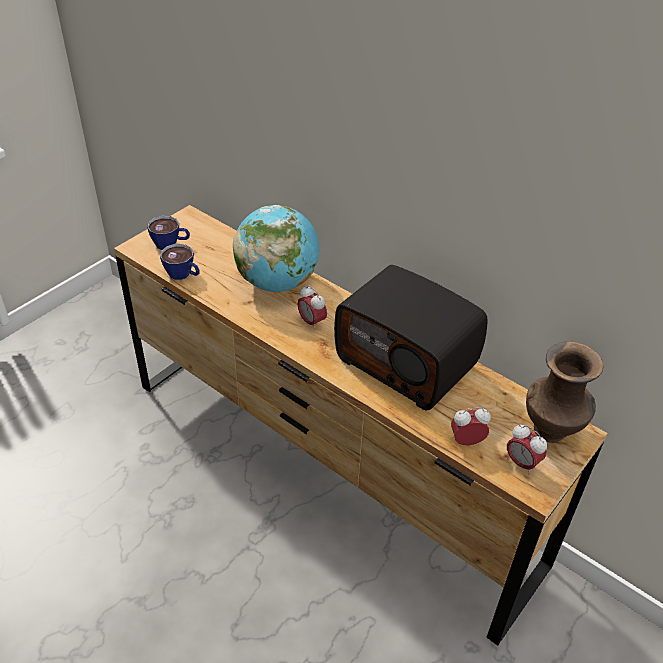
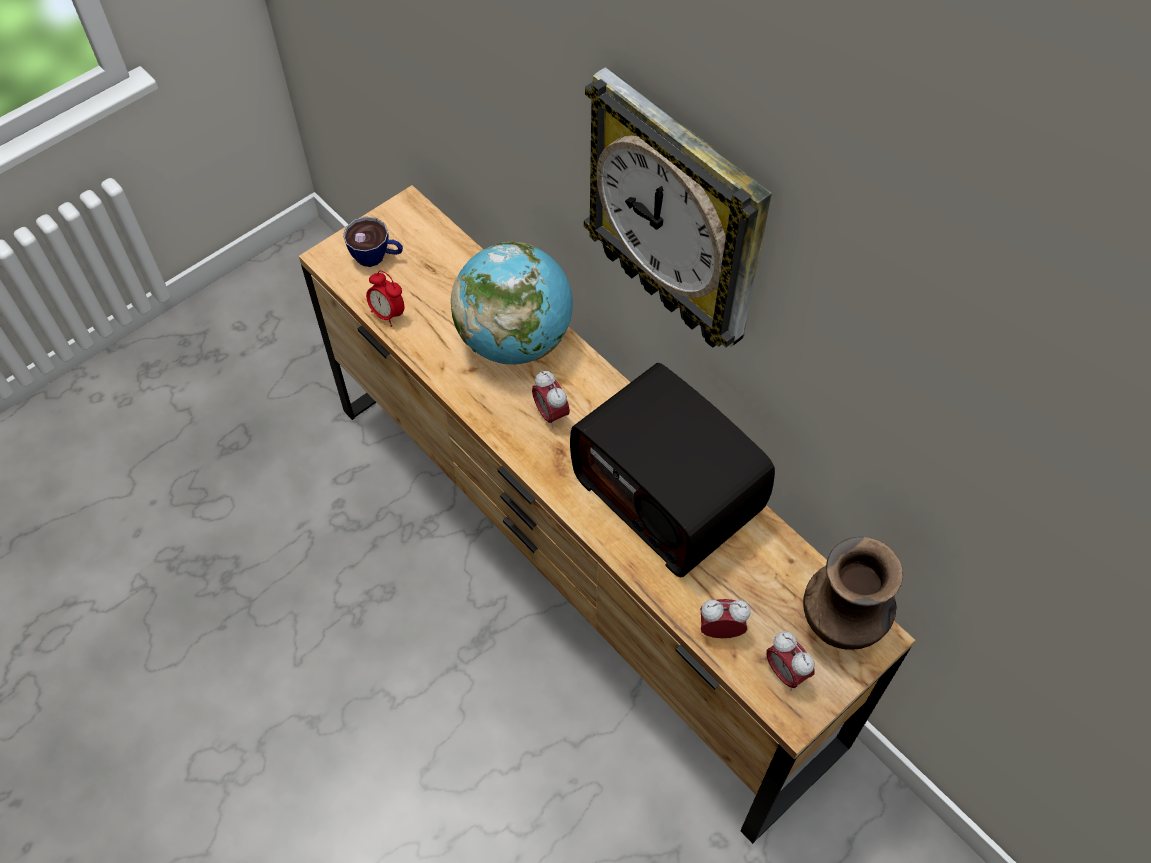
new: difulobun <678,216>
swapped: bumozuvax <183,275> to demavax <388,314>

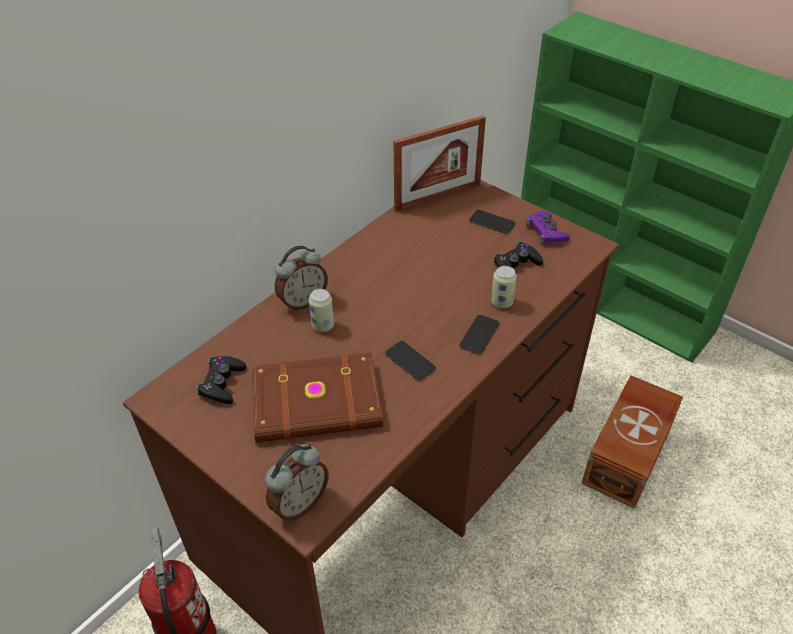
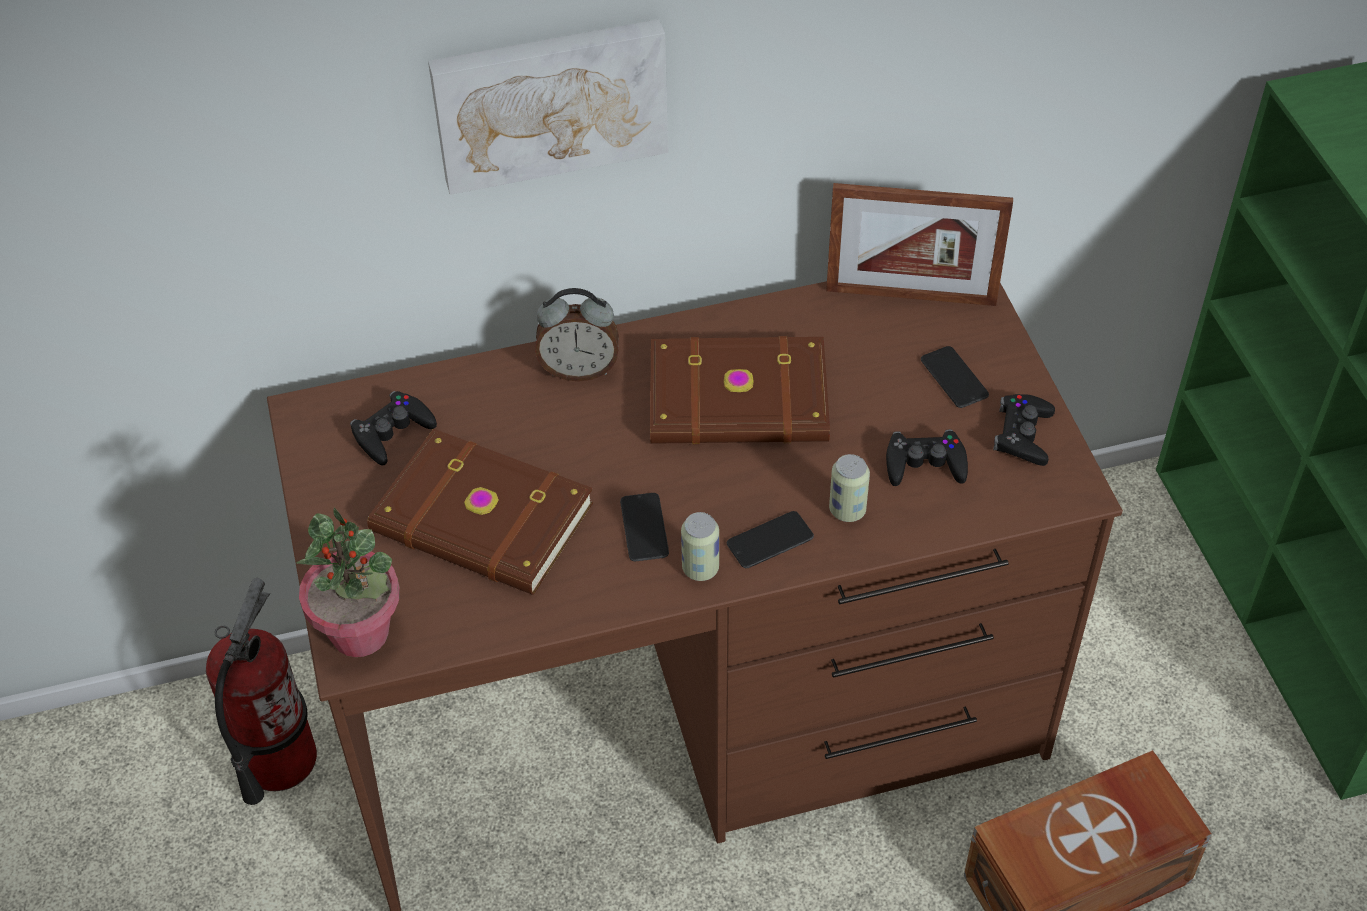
new: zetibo <550,101>; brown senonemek <739,401>
shifted: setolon <323,325> to <700,568>
swapped: demavax <299,503> to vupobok <360,633>
repainted: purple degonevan <546,232> to black degonevan <1023,435>

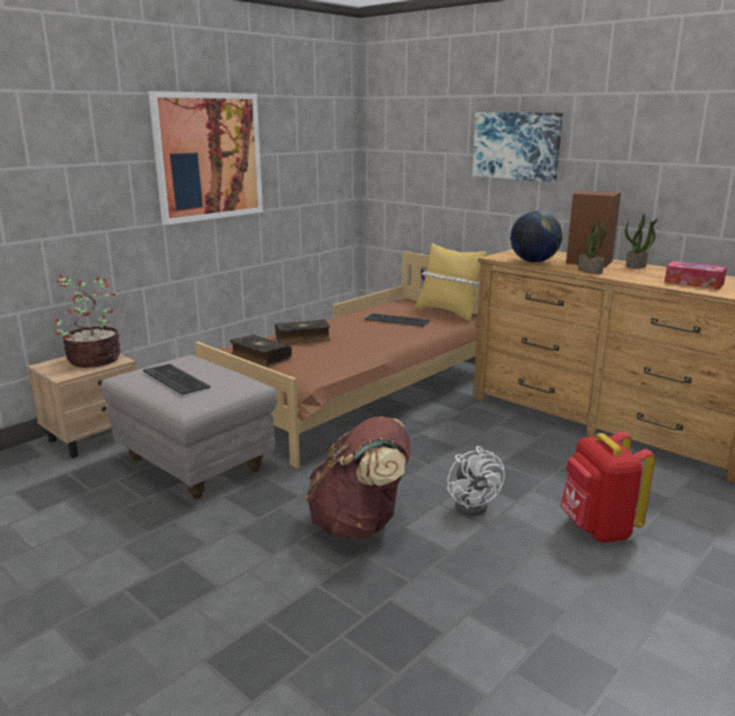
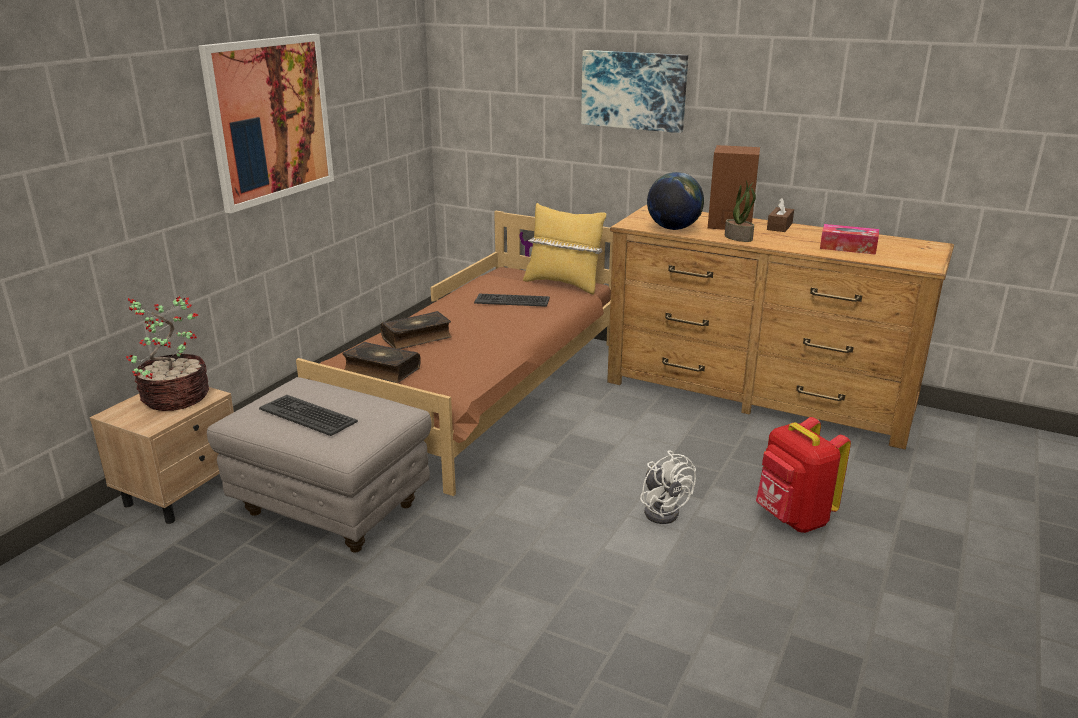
gone: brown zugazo <360,524>
swapped: vupobok <636,266> to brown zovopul <779,226>

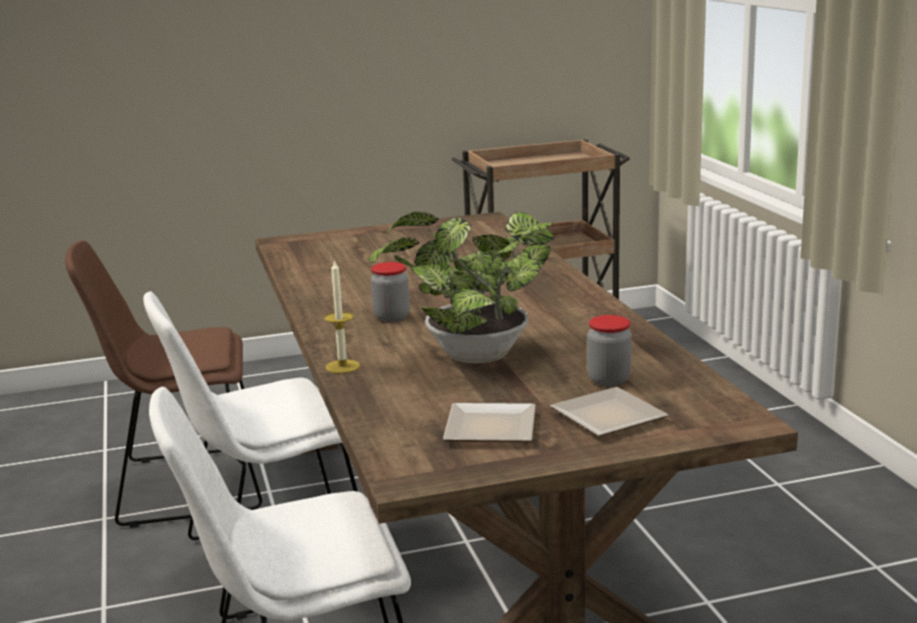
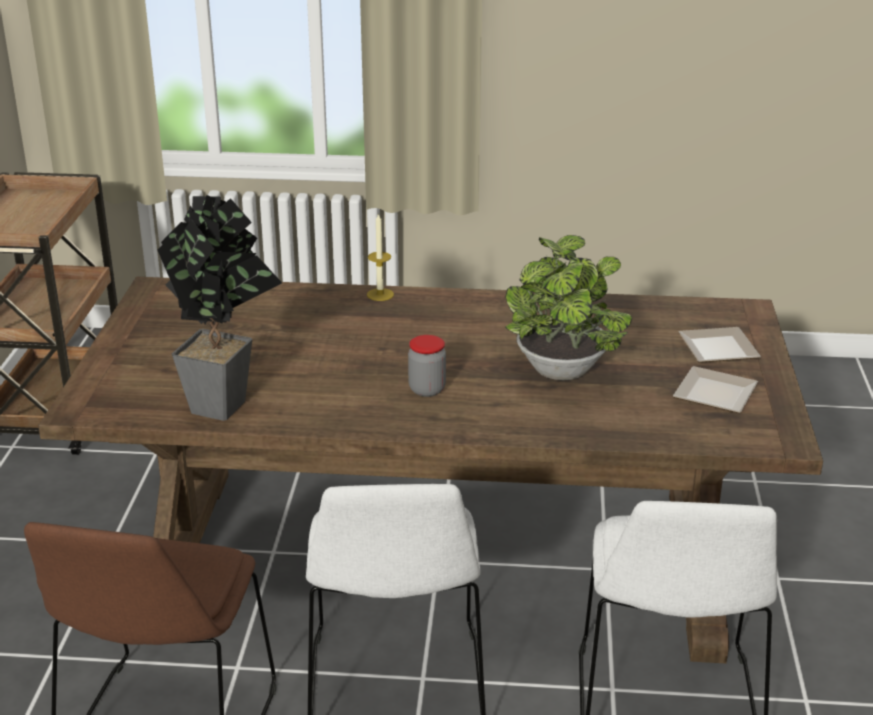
gone: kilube <609,380>
new: vupobok <227,403>
shifted: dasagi <342,366> to <380,294>

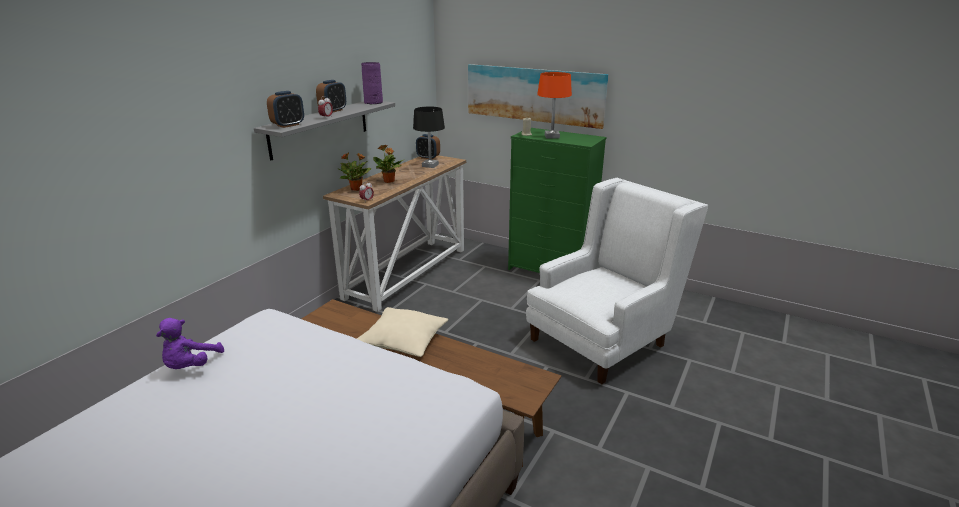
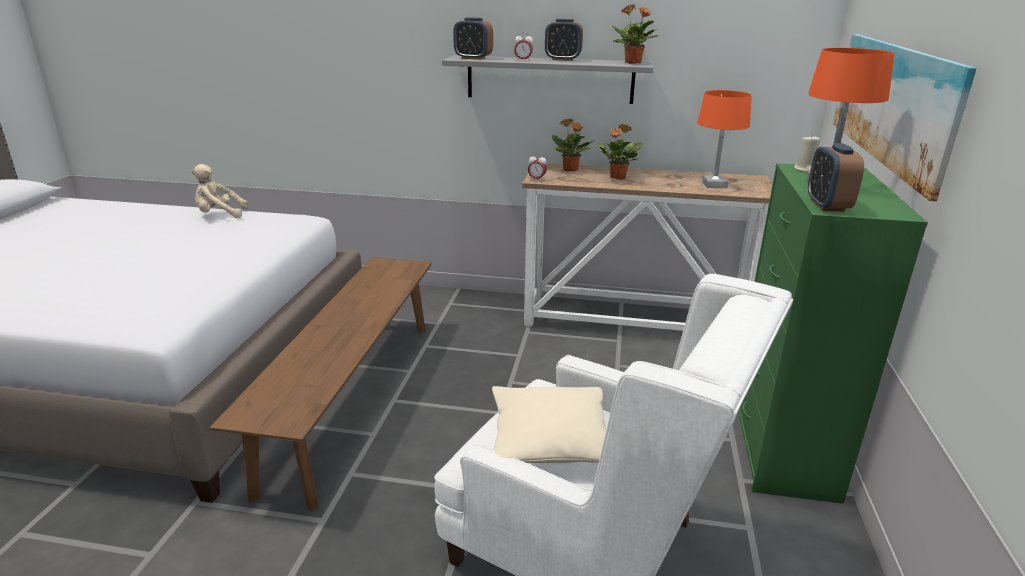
shifted: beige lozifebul <403,341> to <550,440>; demavax <428,157> to <827,206>
swapped: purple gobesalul <373,102> to vupobok <633,63>
repainted: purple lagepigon <191,366> to beige lagepigon <219,215>; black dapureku <430,165> to orange dapureku <714,185>

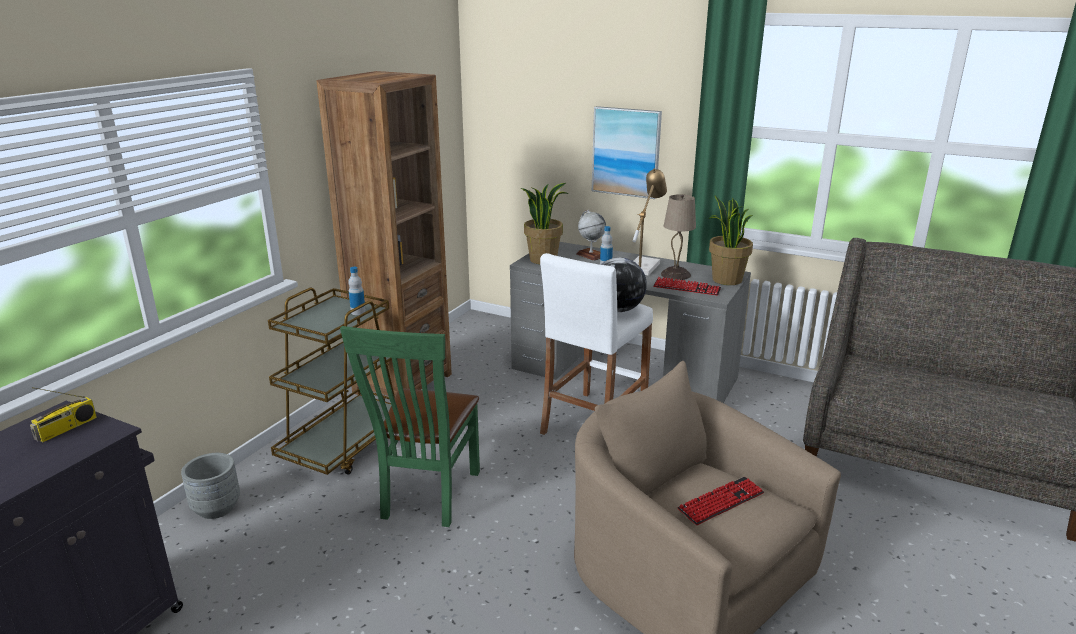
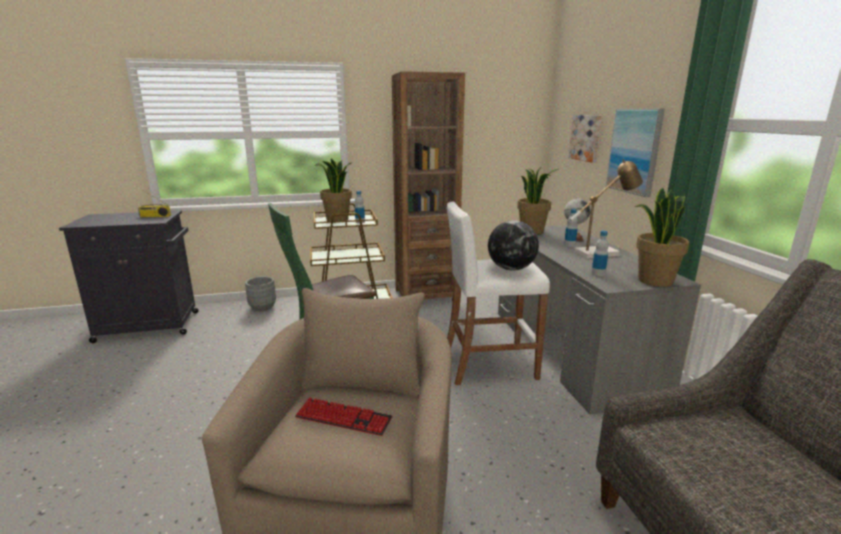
gone: beige dapureku <675,274>
new: vupobok <337,220>; zetibo <586,137>
swapped: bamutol <686,288> to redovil <598,273>

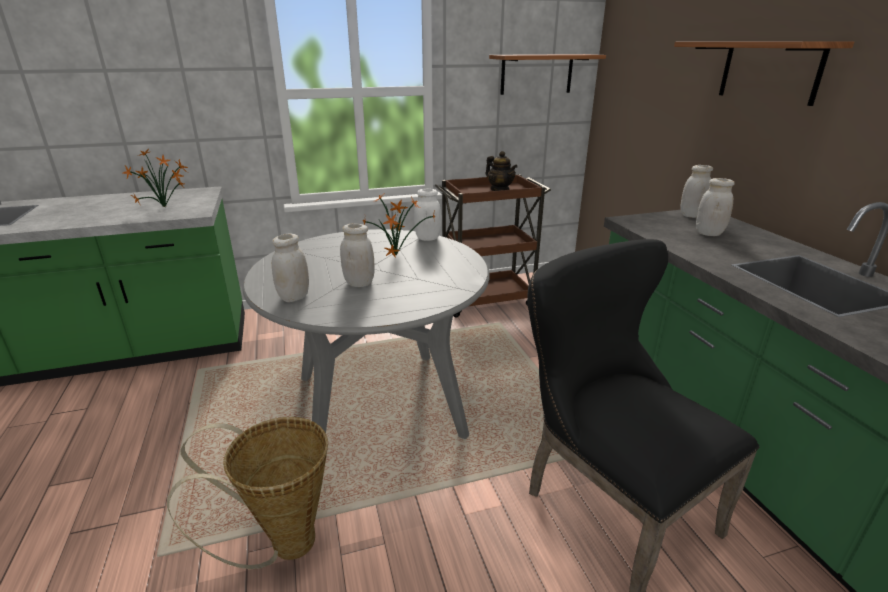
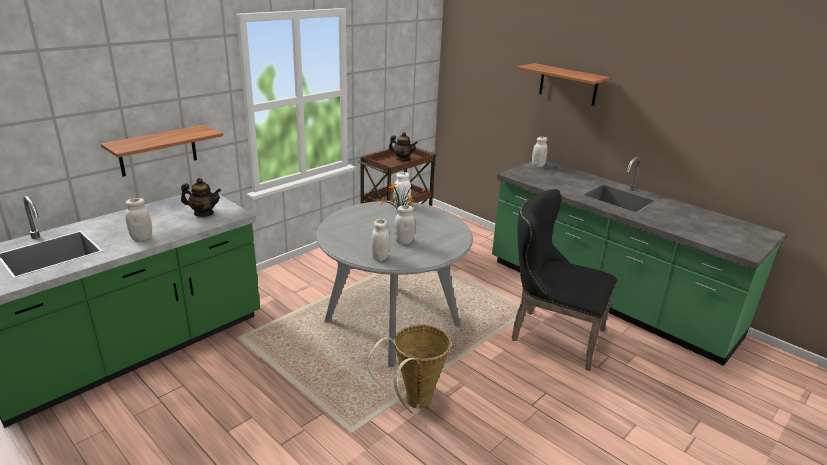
shifted: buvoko <536,74> to <158,150>; white kilube <709,233> to <141,238>
swapped: vupobok <166,207> to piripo <203,213>

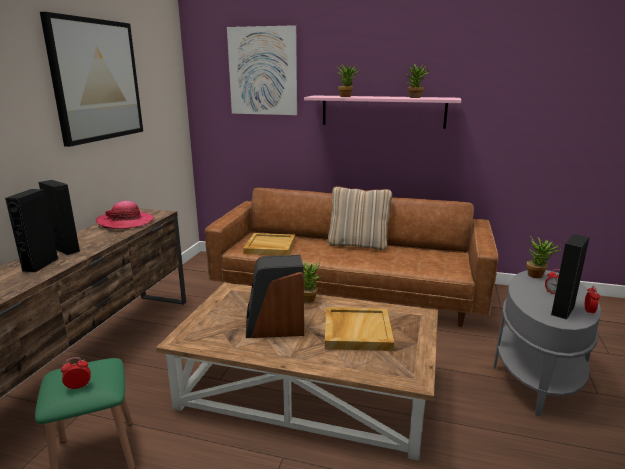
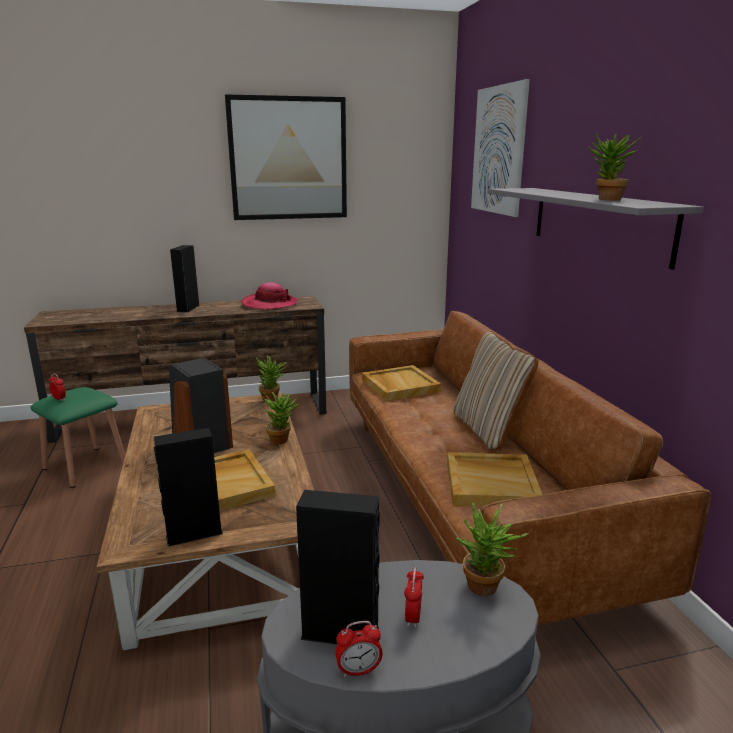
new: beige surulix <492,483>
shifted: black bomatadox <40,265> to <194,534>; vupobok <346,96> to <273,399>
repainted: pink buvoko <383,111> to grey buvoko <598,222>

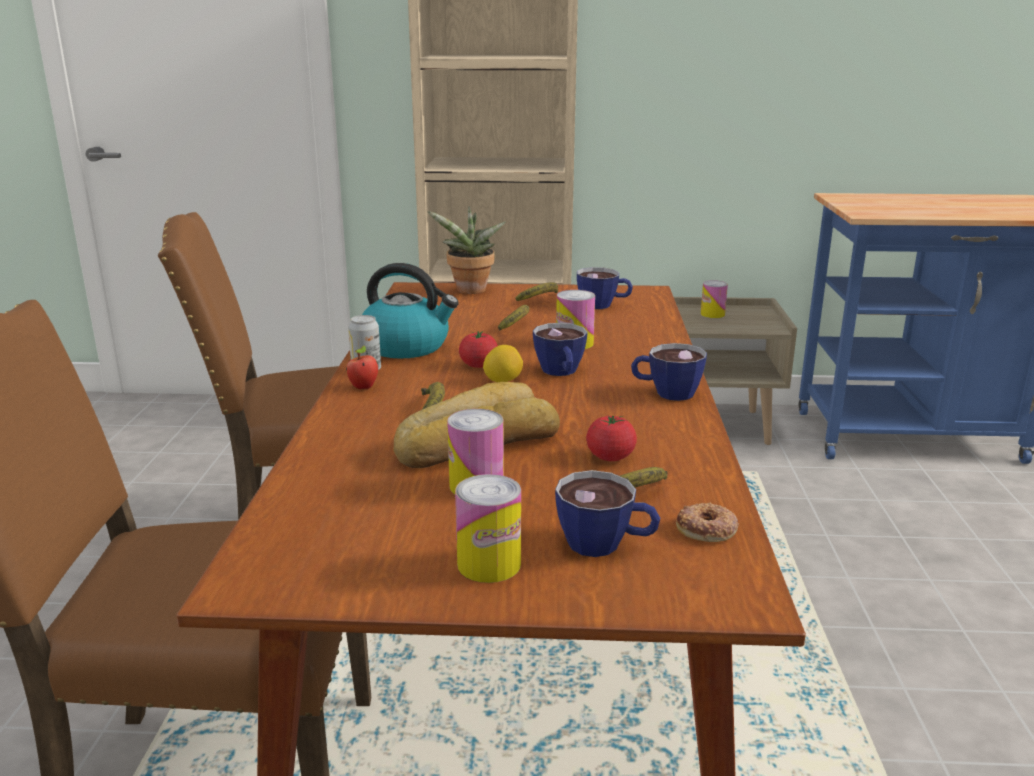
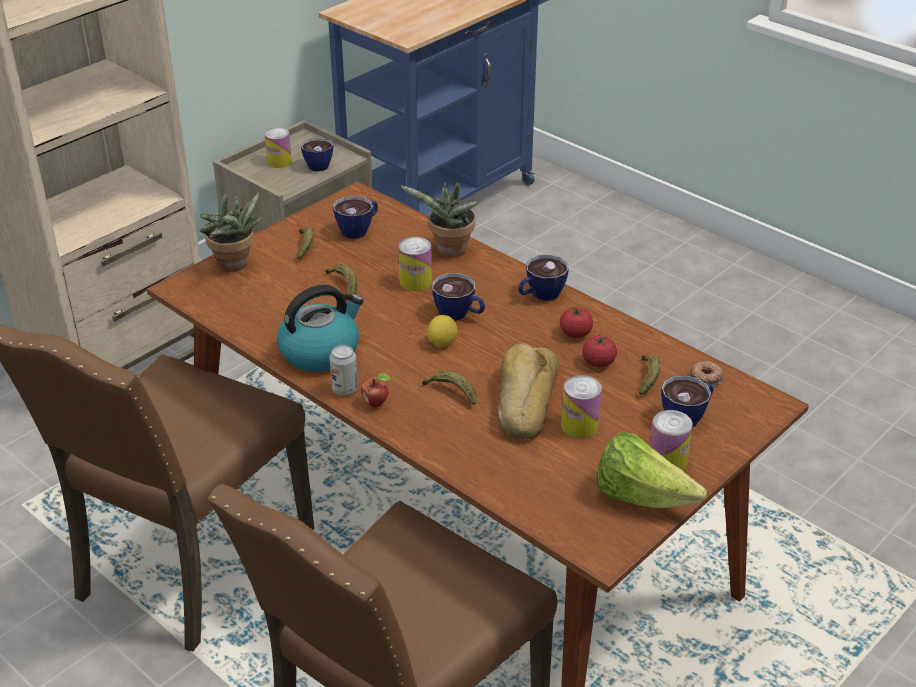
new: bumozuvax <320,164>; vupobok <449,251>; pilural <641,497>
shifted: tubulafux <478,365> to <575,333>

